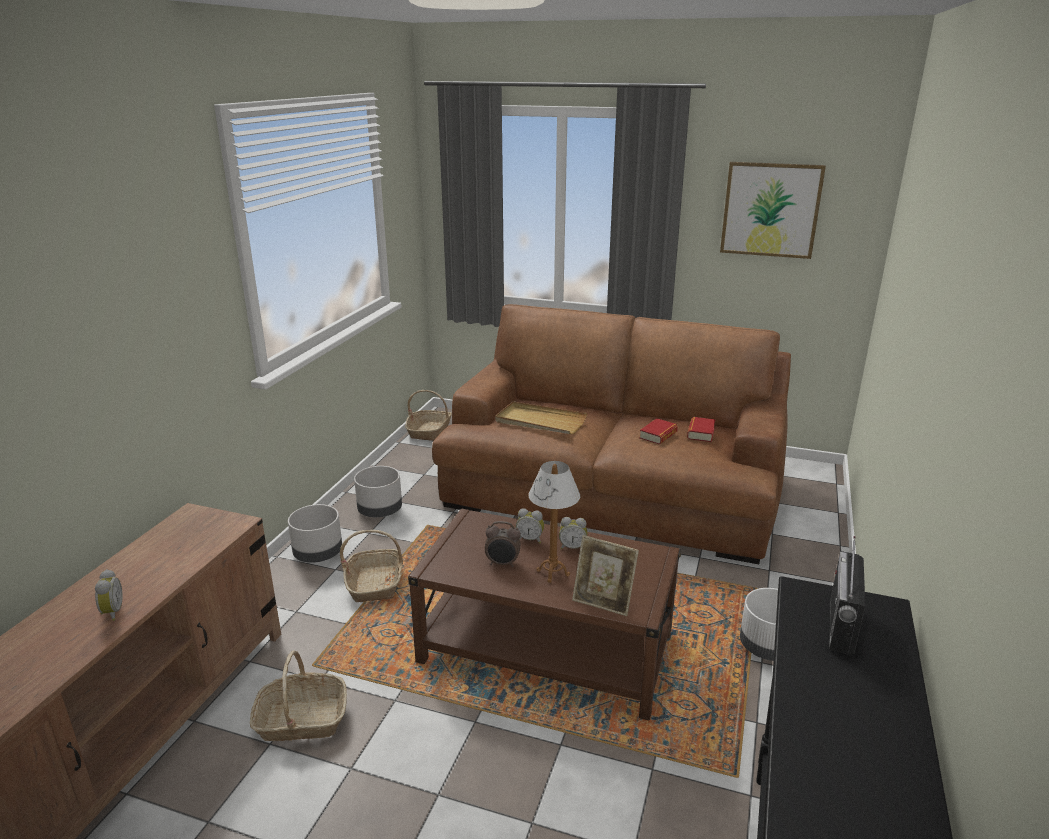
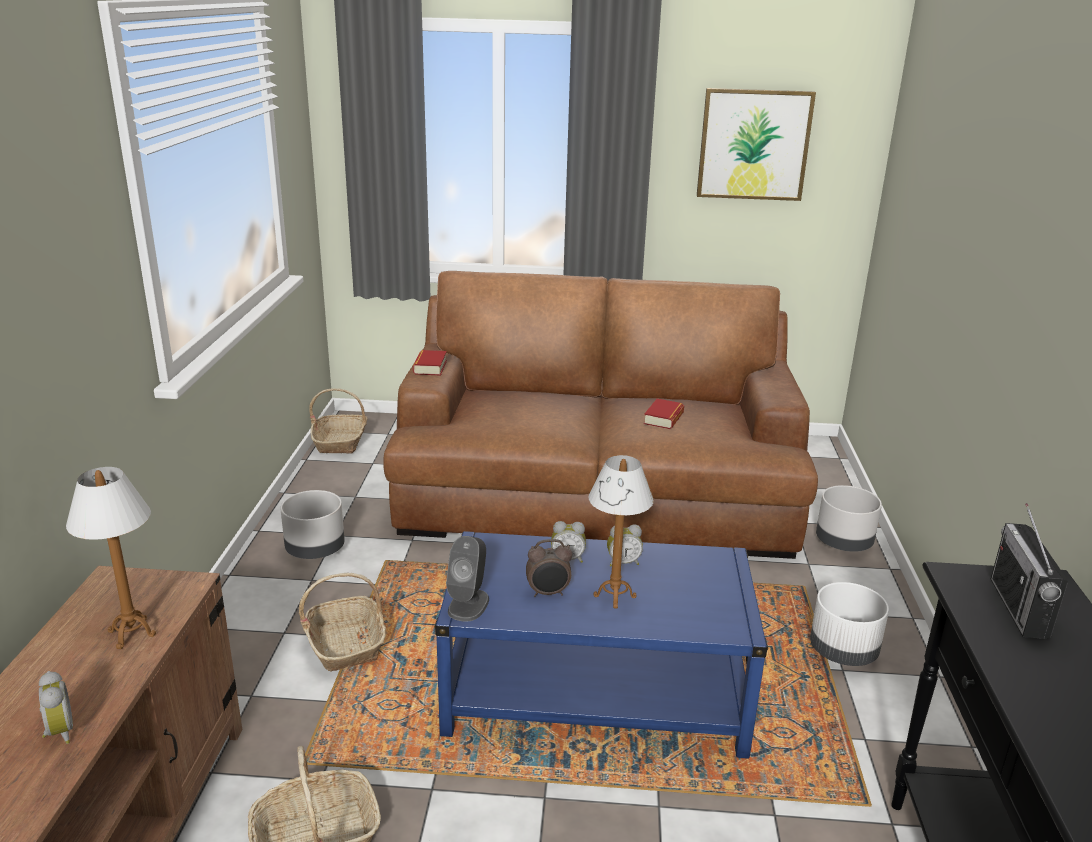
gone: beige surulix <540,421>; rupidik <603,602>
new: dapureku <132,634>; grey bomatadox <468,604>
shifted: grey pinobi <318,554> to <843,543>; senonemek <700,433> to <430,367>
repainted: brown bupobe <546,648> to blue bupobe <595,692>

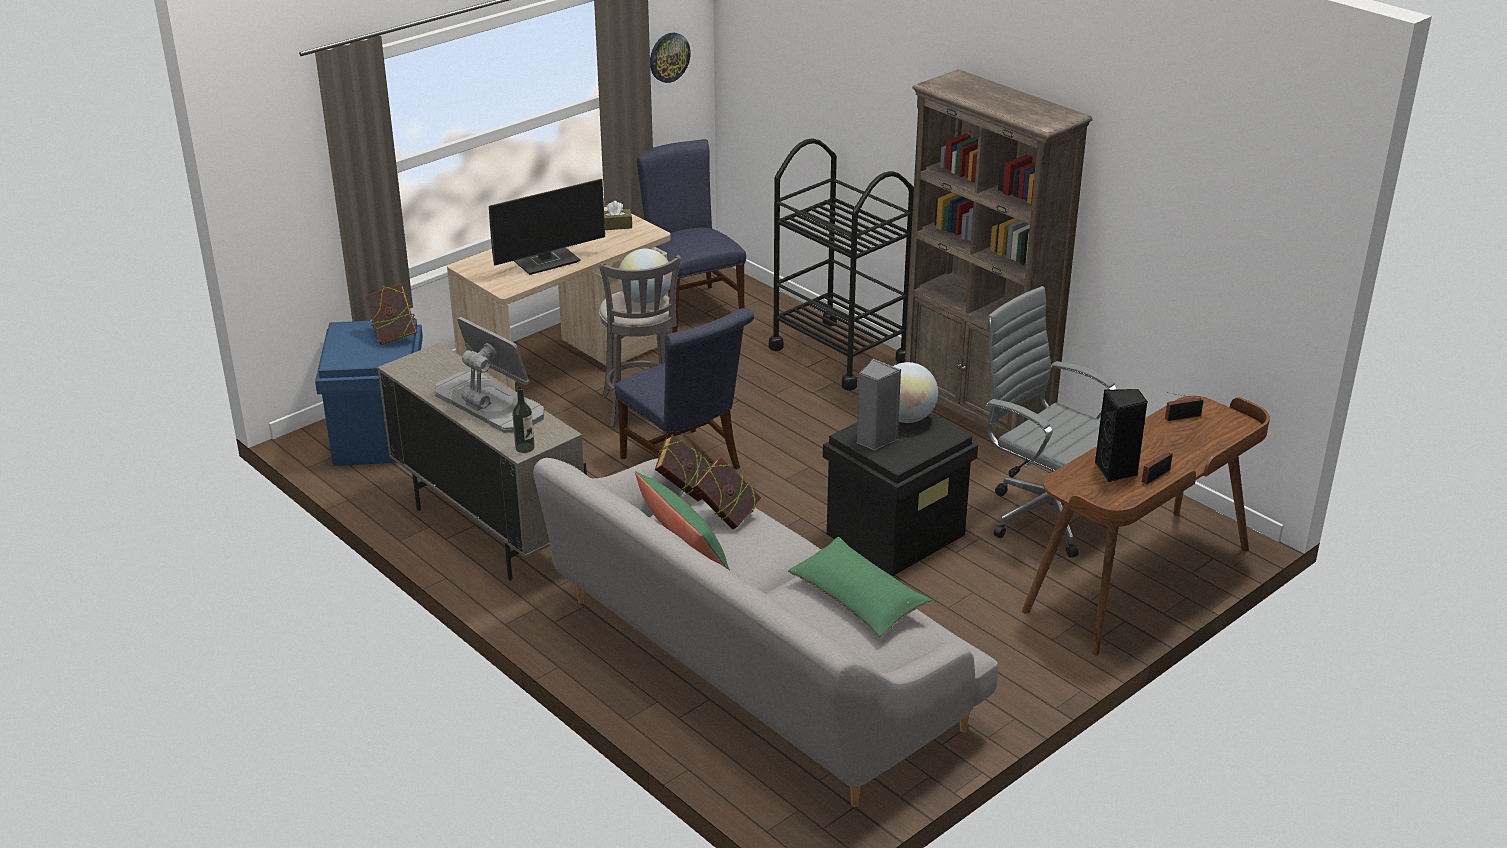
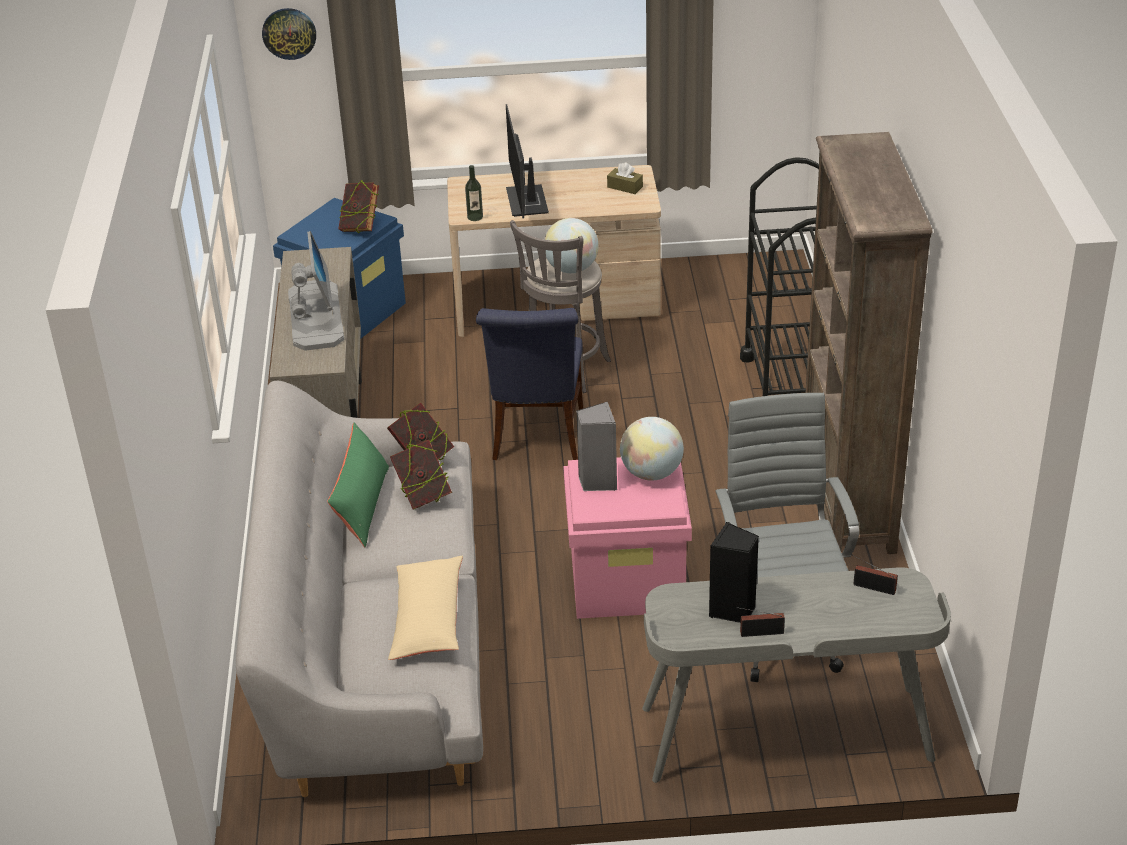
gone: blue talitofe <690,306>
shifted: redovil <525,448> to <475,217>; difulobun <669,57> to <289,33>
repainted: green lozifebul <857,598> to beige lozifebul <428,618>; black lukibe <896,533> to pink lukibe <628,581>; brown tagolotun <1140,580> to grey tagolotun <786,735>
rotated: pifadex <548,261> = <527,202> 75 degrees clockwise

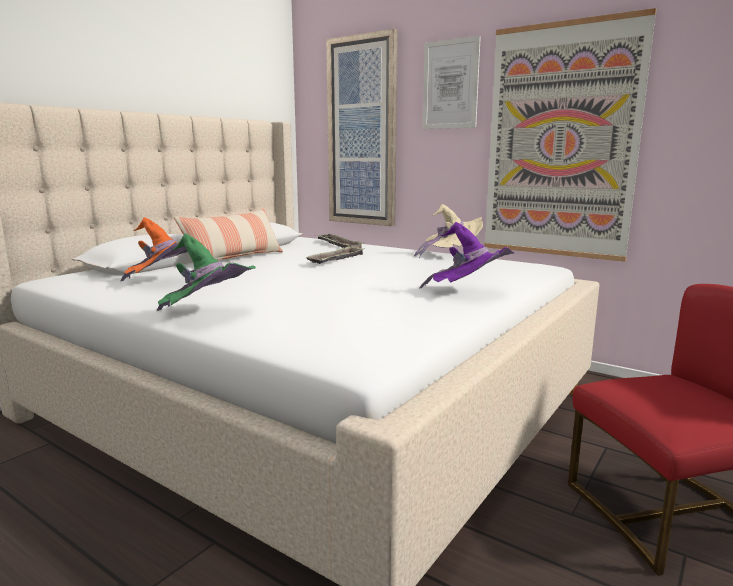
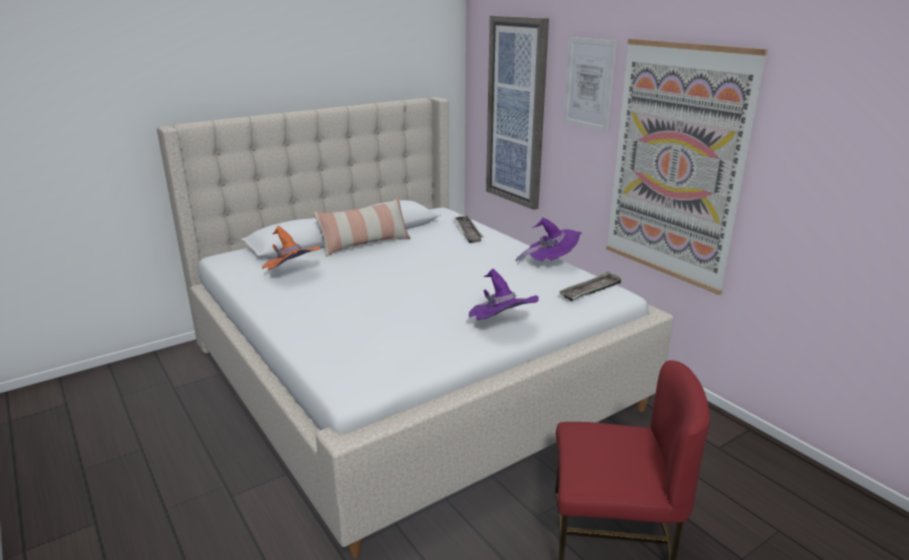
gone: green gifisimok <207,316>
shifted: surulix <336,259> to <591,290>
repainted: beige gifisimok <450,255> to purple gifisimok <551,262>

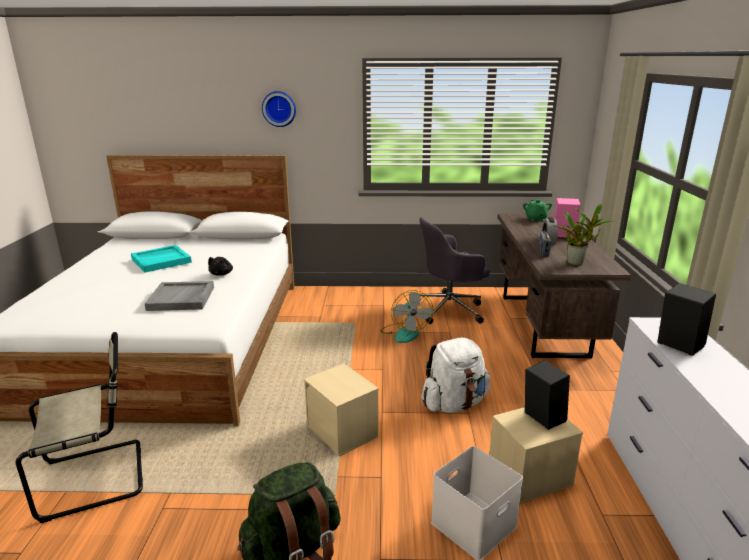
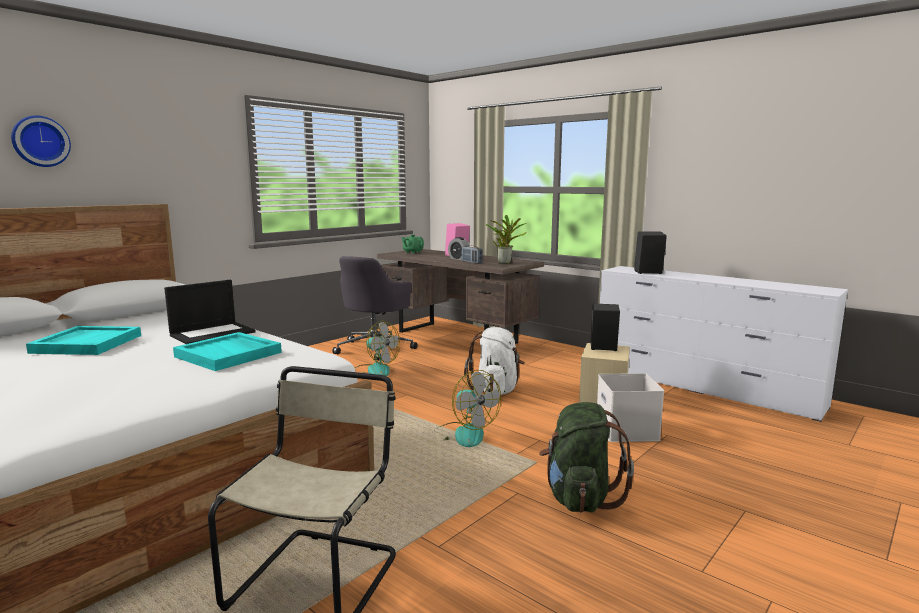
shifted: difulobun <279,109> to <40,141>
swapped: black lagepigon <221,274> to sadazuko <213,333>; beige lukibe <343,431> to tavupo <463,434>
repainted: grey surulix <182,299> to turquoise surulix <229,354>

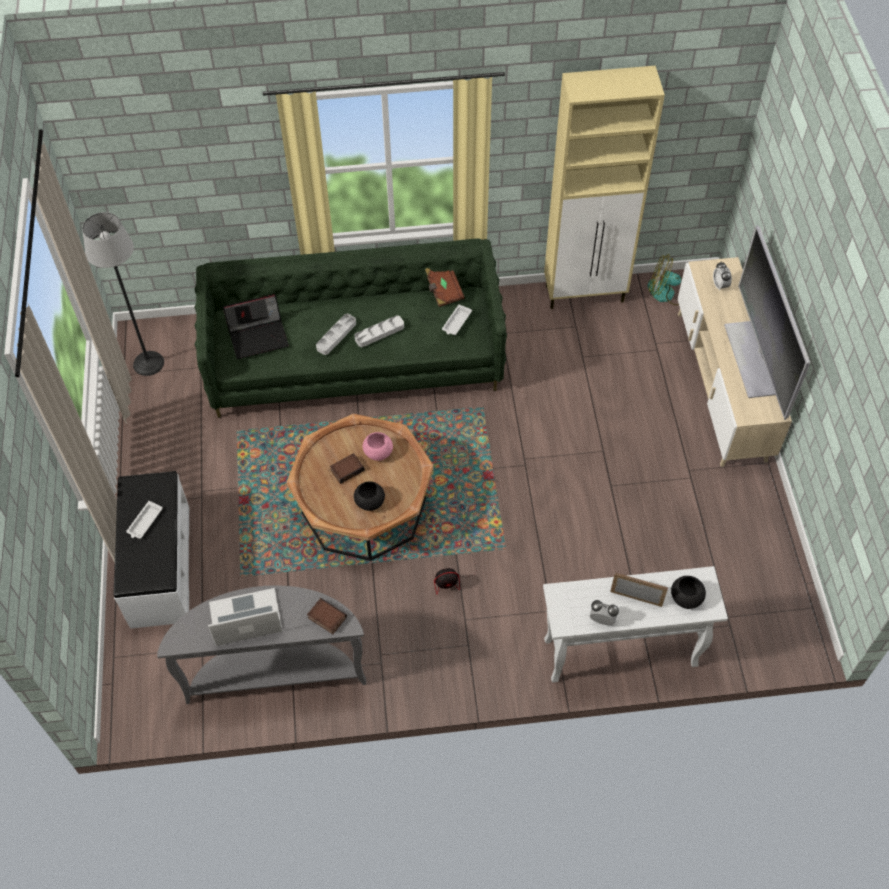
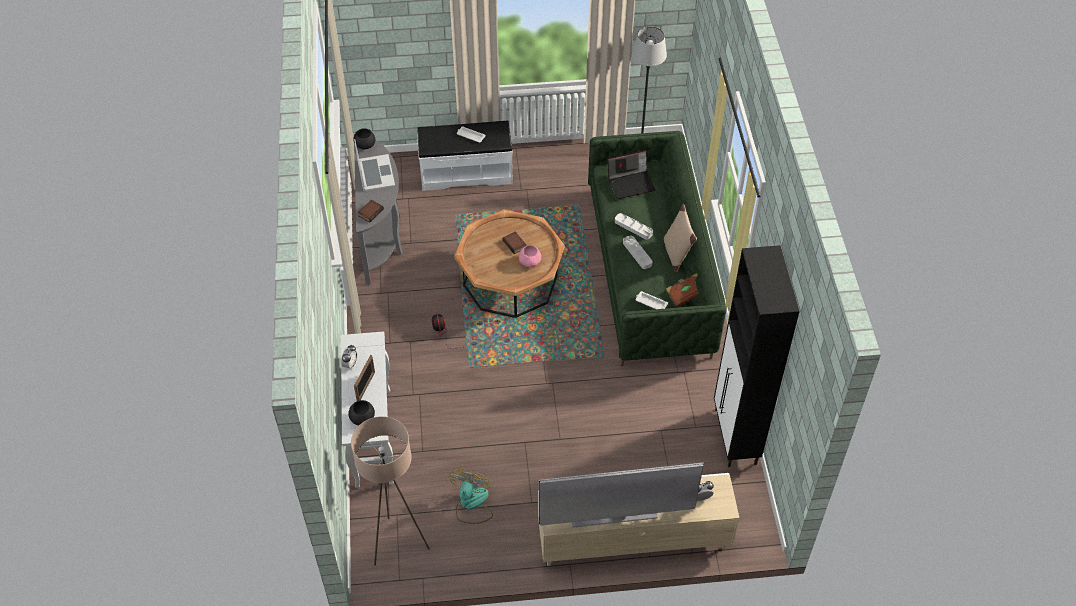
new: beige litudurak <397,544>; beige lozifebul <676,253>
shifted: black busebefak <369,502> to <365,145>; tavupo <667,293> to <471,504>
repainted: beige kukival <585,294> to black kukival <735,437>
rotated: sadazuko <259,336> = <631,183> 90 degrees counterclockwise

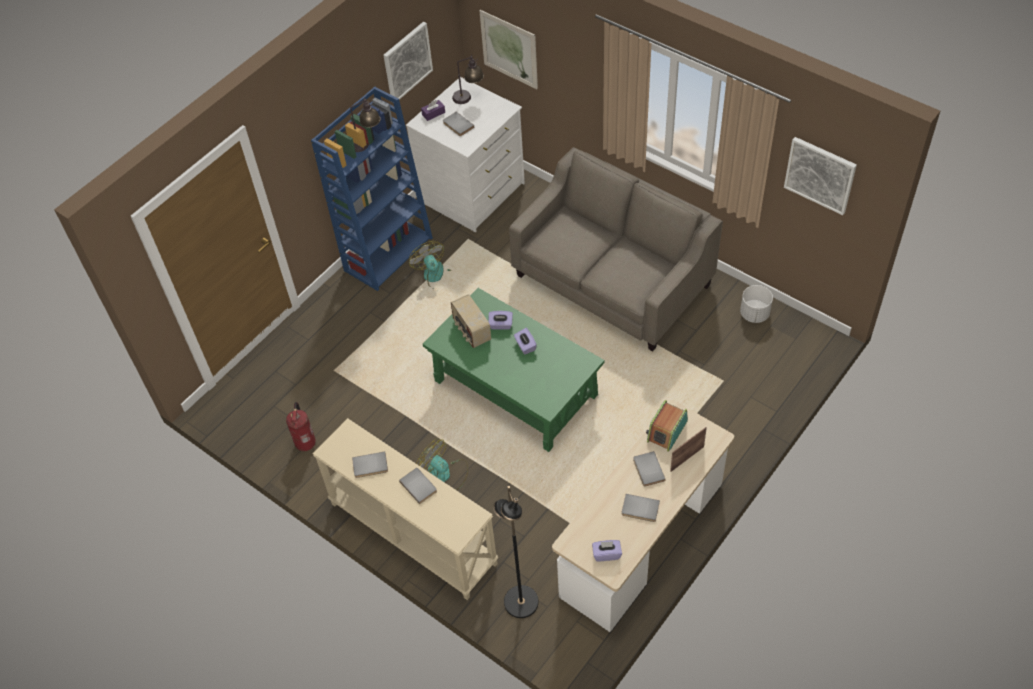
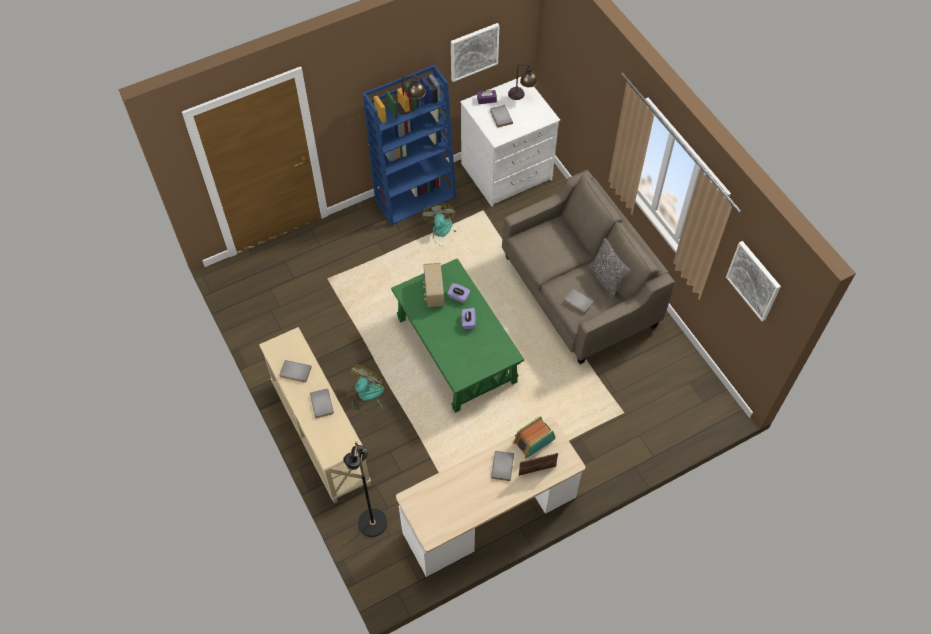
gone: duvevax <306,442>; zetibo <509,49>; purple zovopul <606,554>; white pinobi <754,314>
new: lozifebul <605,281>
shifted: grey senonemek <640,509> to <578,302>
rotated: tavupo <444,474> = <367,397> 60 degrees clockwise

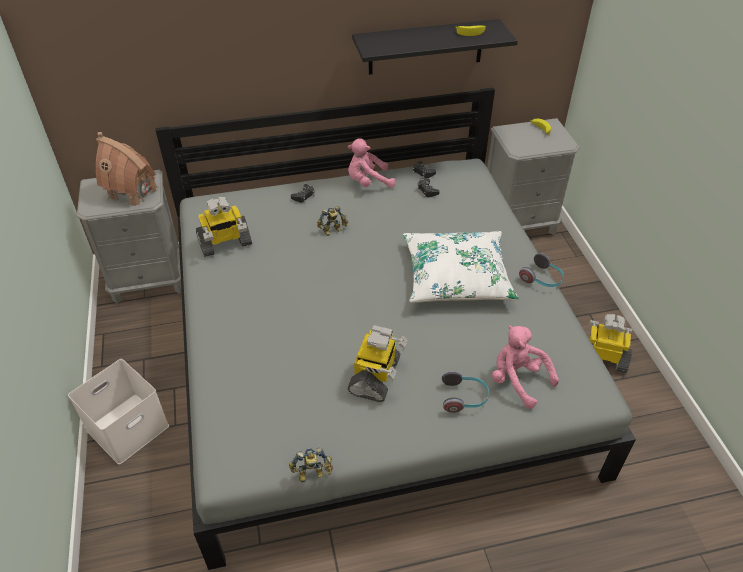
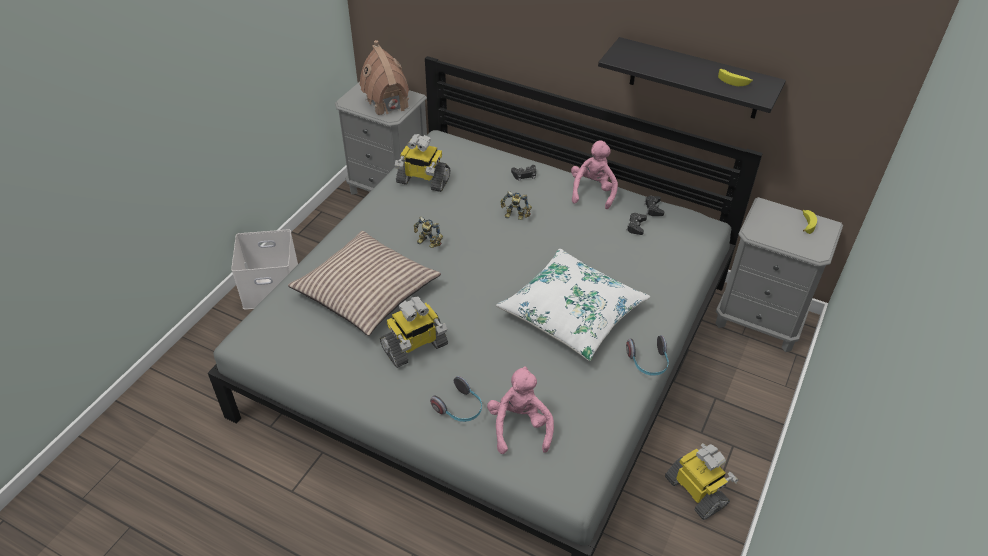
new: lozifebul <366,291>
shifted: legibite <312,475> to <427,243>
rotated: pink lagepigon <368,182> = <592,191> 75 degrees clockwise

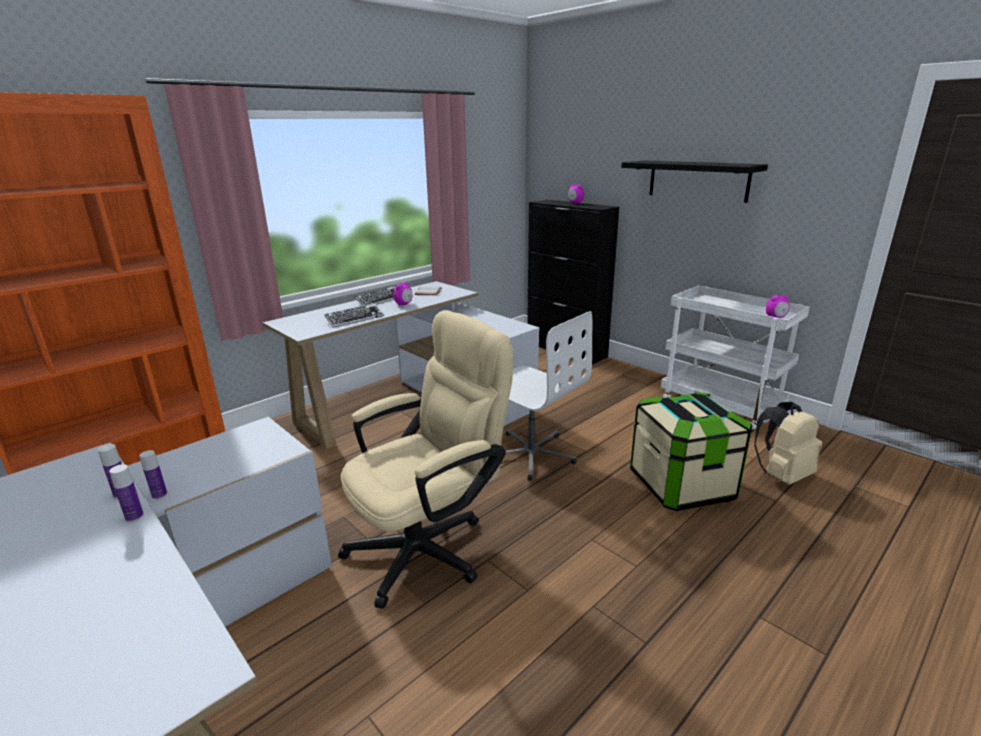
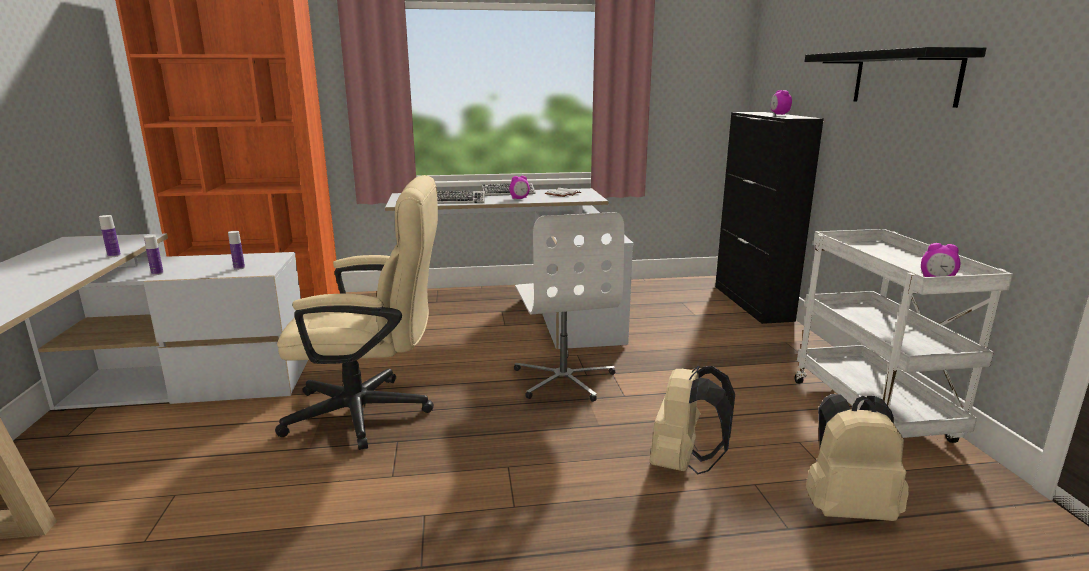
shifted: redovil <134,517> to <239,268>
swapped: lukibe <682,485> to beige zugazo <683,464>

